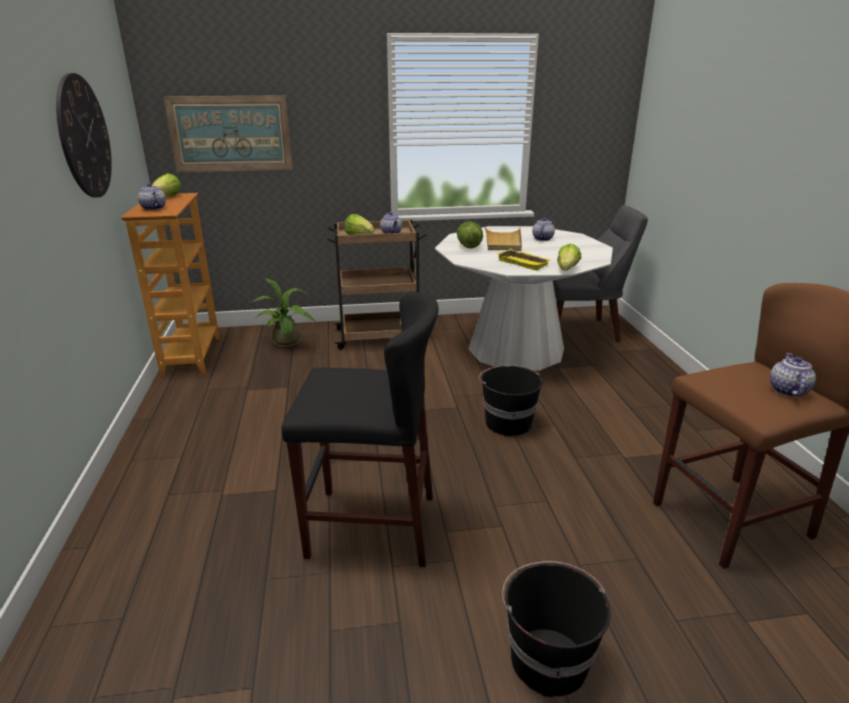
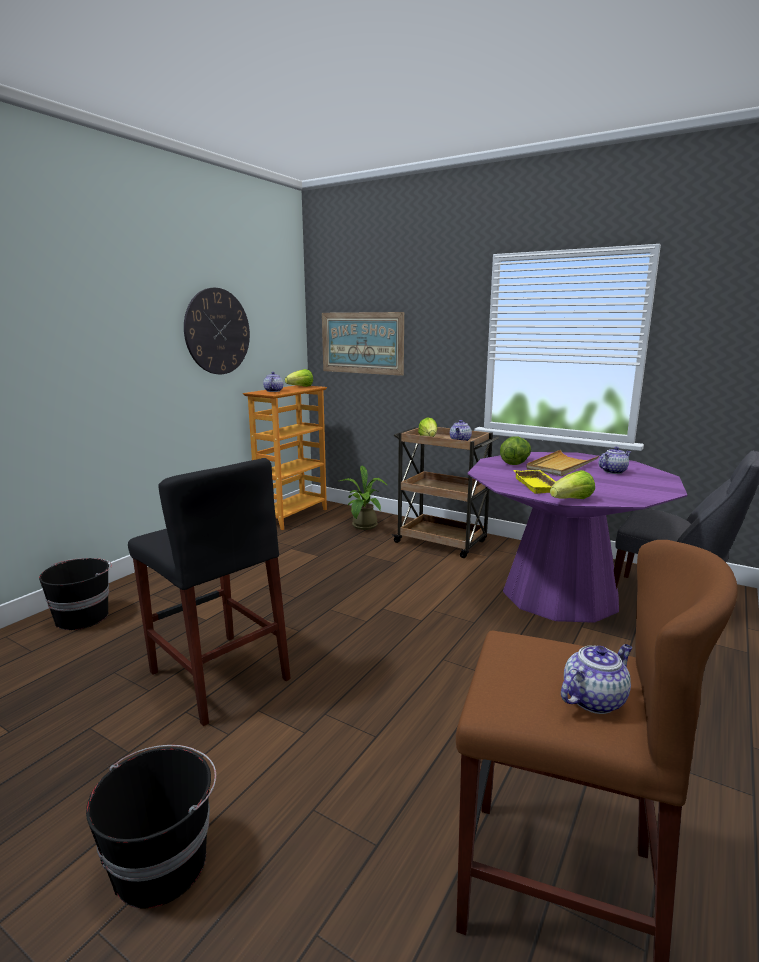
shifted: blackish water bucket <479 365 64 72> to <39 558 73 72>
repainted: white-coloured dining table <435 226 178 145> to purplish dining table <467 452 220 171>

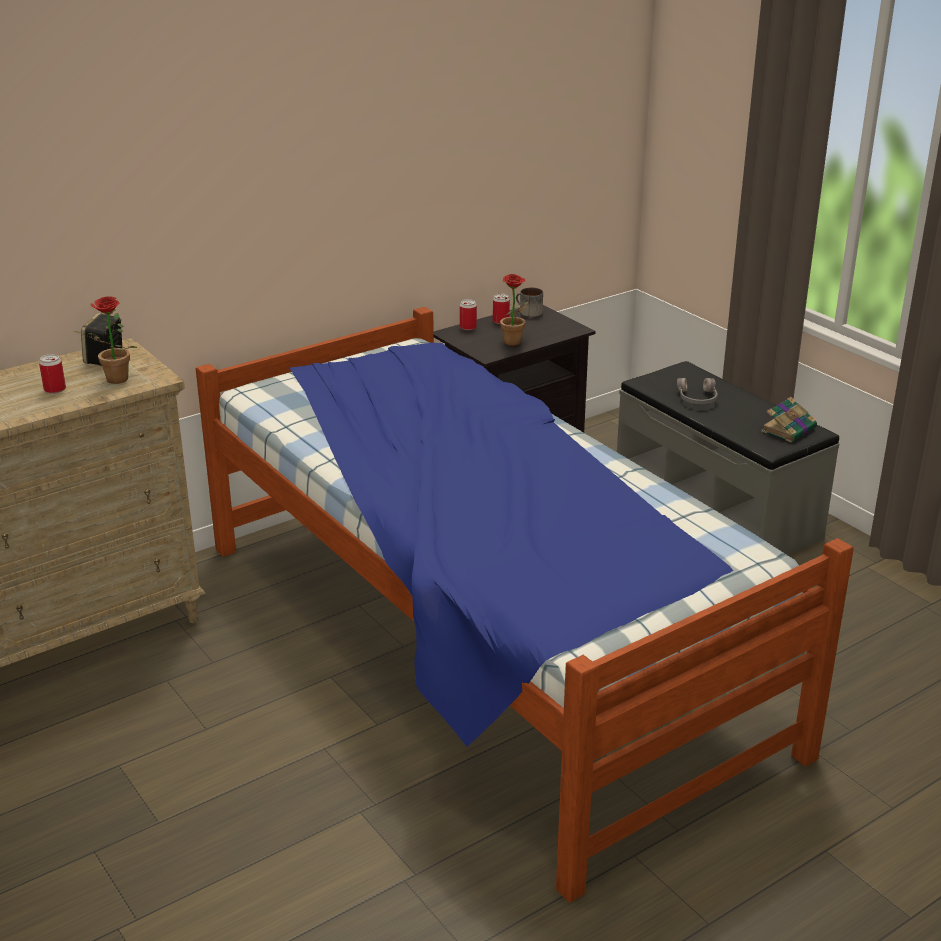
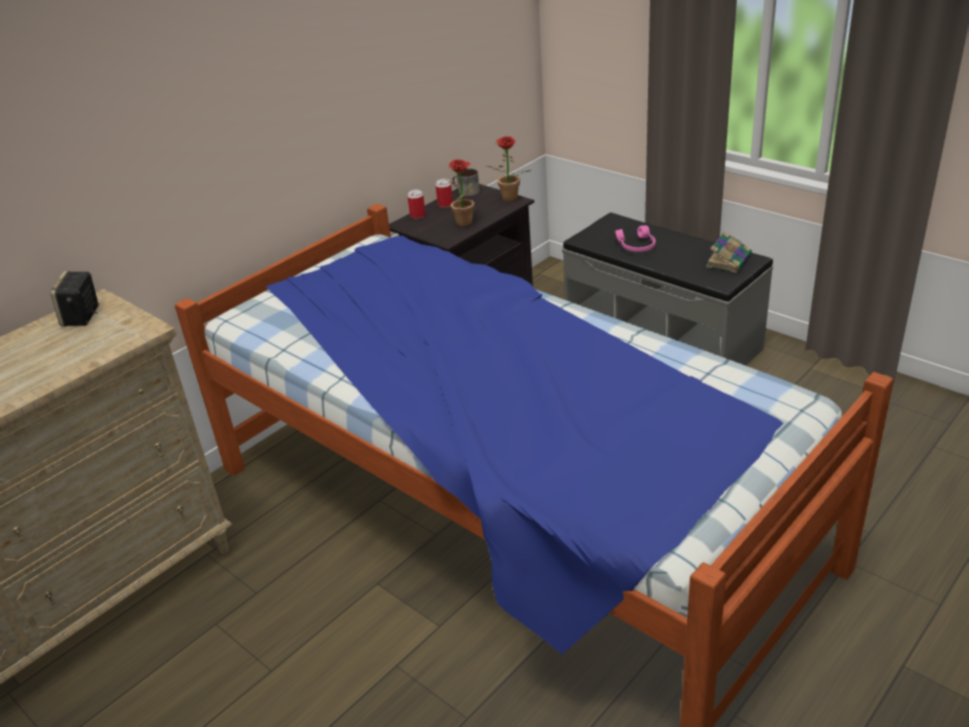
gone: can <39 354 27 40>
shifted: houseplant <74 296 63 88> to <487 136 44 66>
repainted: greyish headphones <677 378 41 26> to pink-coloured headphones <615 225 41 27>

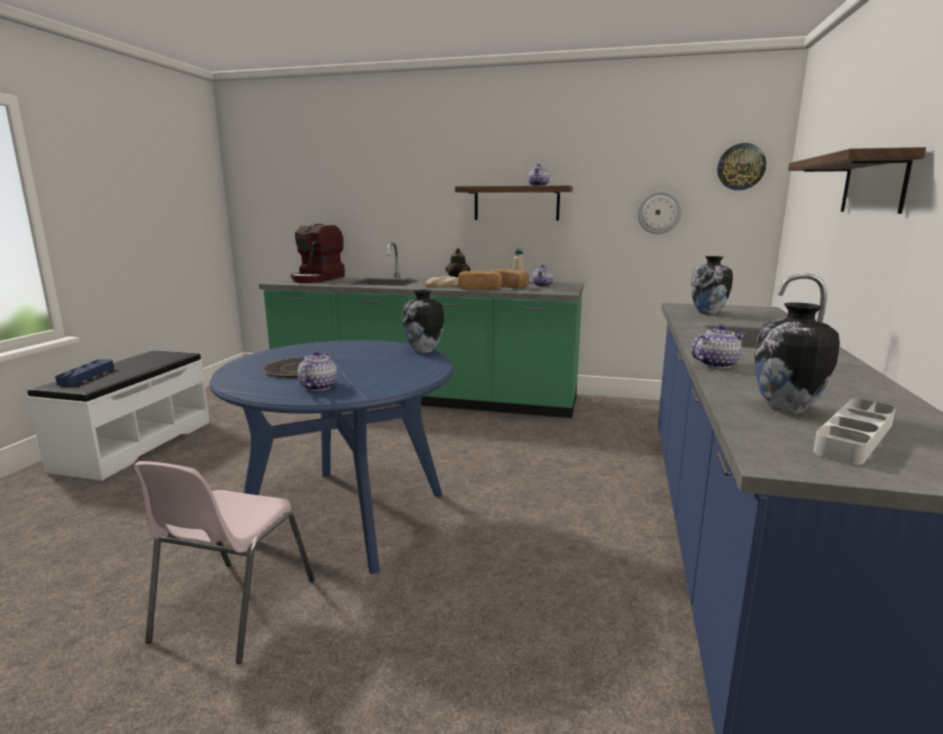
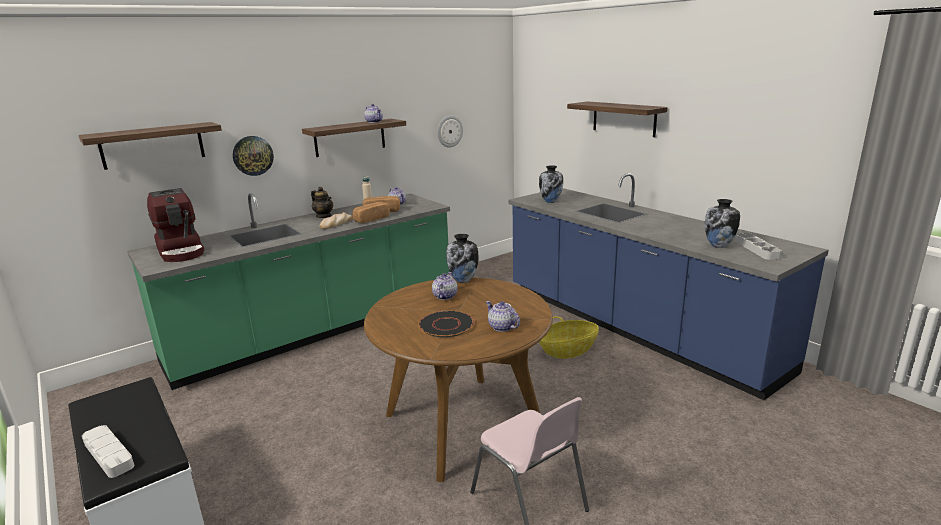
new: shelf <79 122 143 48>; basket <539 317 60 42>
shifted: pot for tea <691 324 55 44> to <432 272 26 28>; wall clock <717 143 49 47> to <233 136 41 40>
repainted: bluish serving tray <55 359 59 27> to greyish serving tray <82 425 52 53>; bluish dining table <209 340 245 234> to brown-coloured dining table <364 278 189 204>

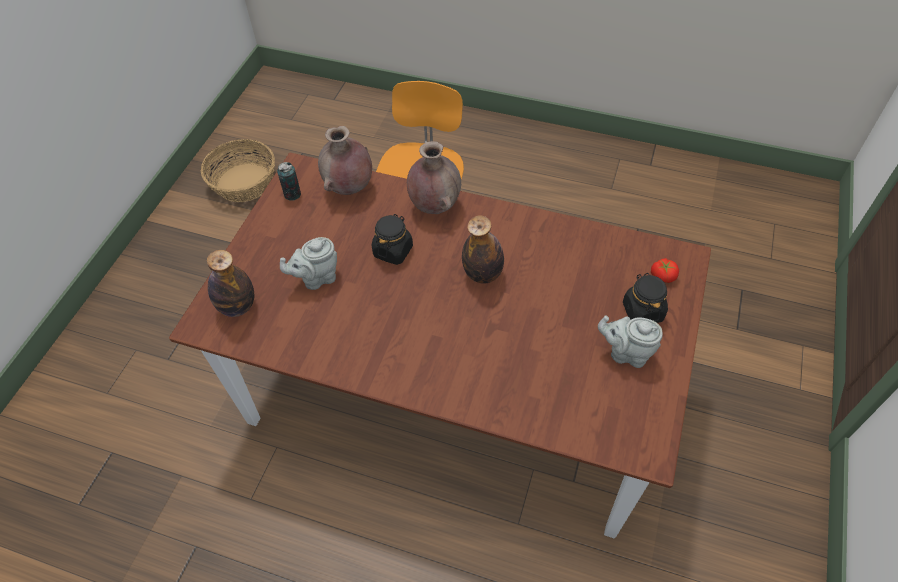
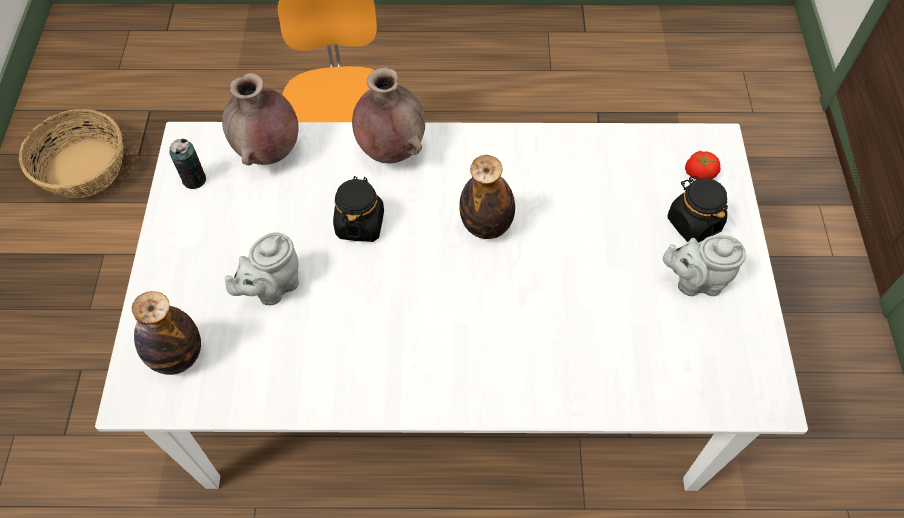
repainted: brown-coloured dining table <169 153 542 386> to white-coloured dining table <95 122 713 369>

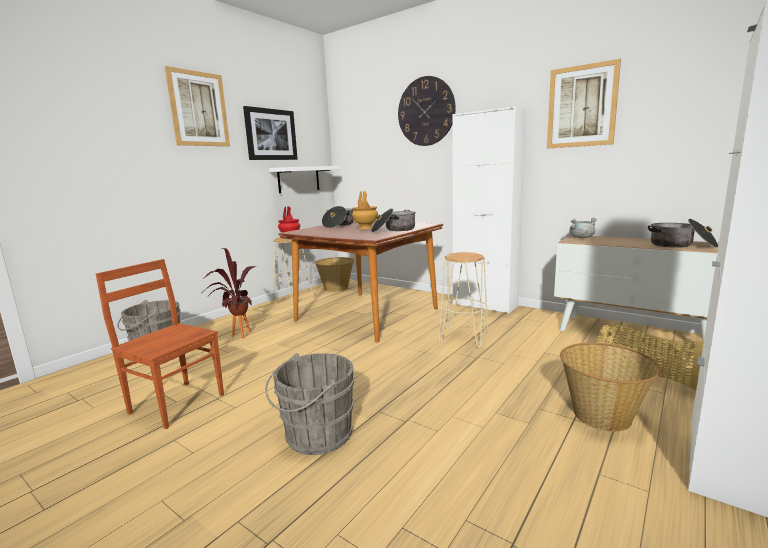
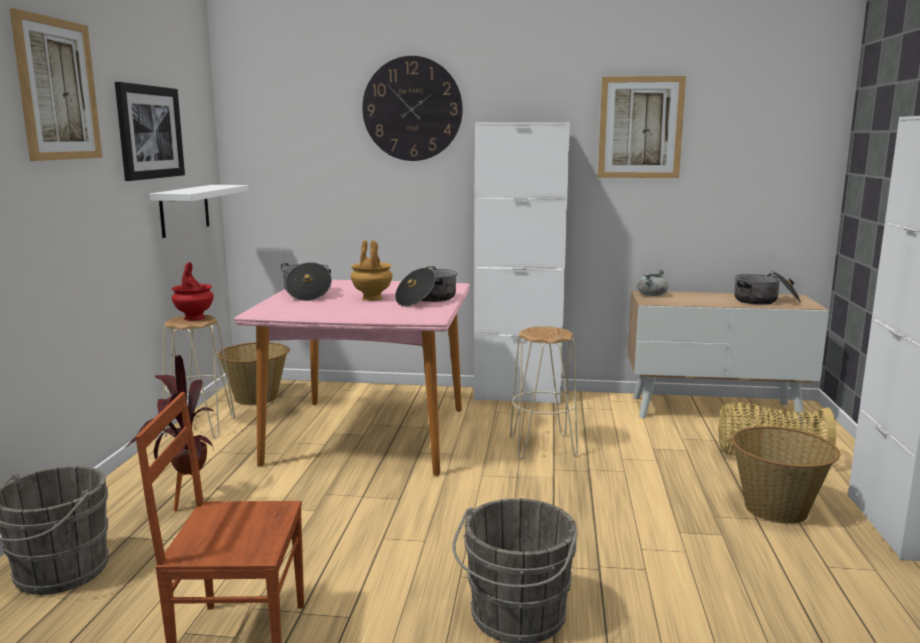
repainted: brown-coloured dining table <278 220 165 123> to pink-coloured dining table <234 280 236 196>

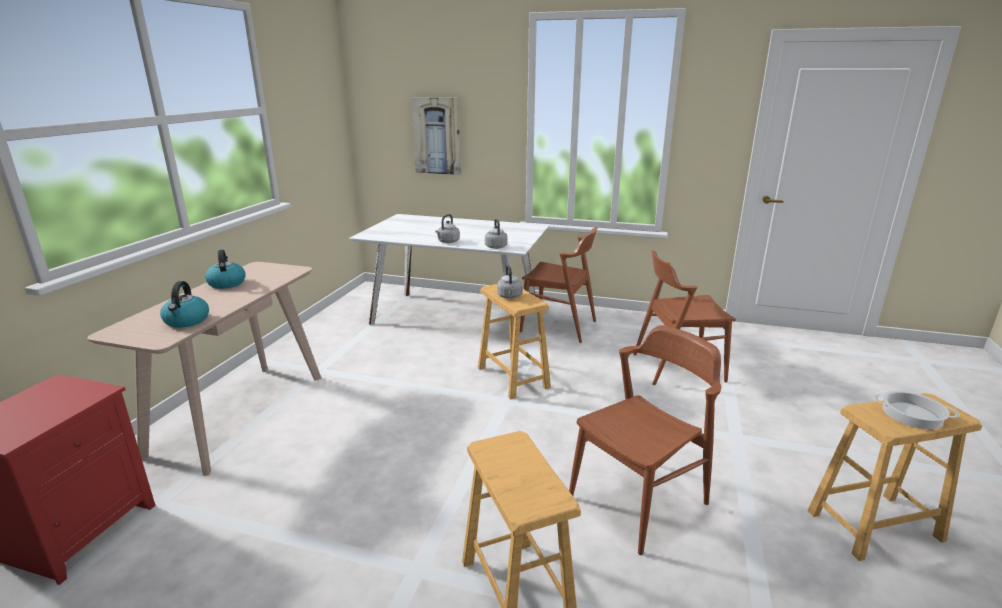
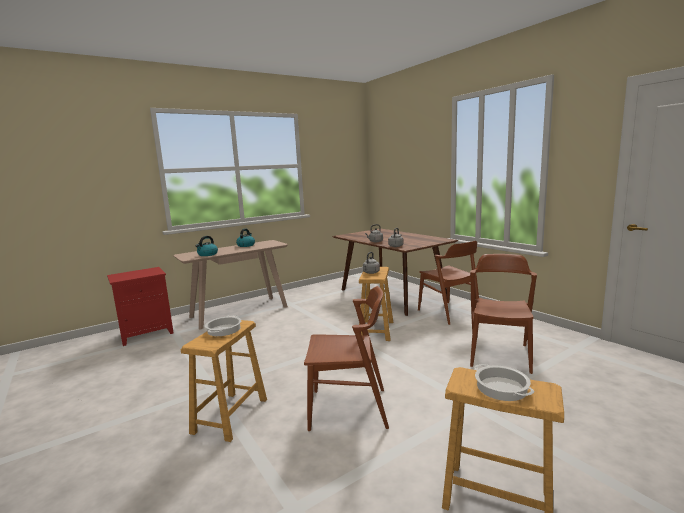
gone: wall picture <411 97 50 78>
new: cooking pot <205 315 36 21>
repainted: white-coloured dining table <349 214 200 111> to brown-coloured dining table <332 229 126 87>
rotated: brown-coloured plain chair <633 250 103 135> = <470 254 67 120> 75 degrees clockwise

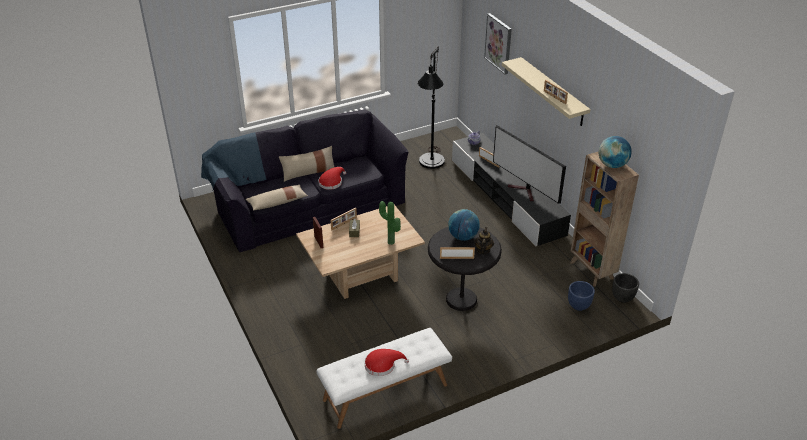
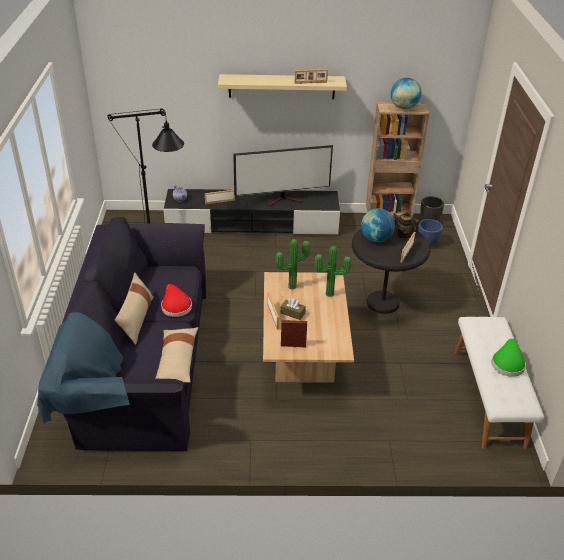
gone: wall picture <484 13 28 61>
new: houseplant <275 239 35 51>
repainted: red-coloured wearable hat <365 349 44 27> to green-coloured wearable hat <491 339 35 38>

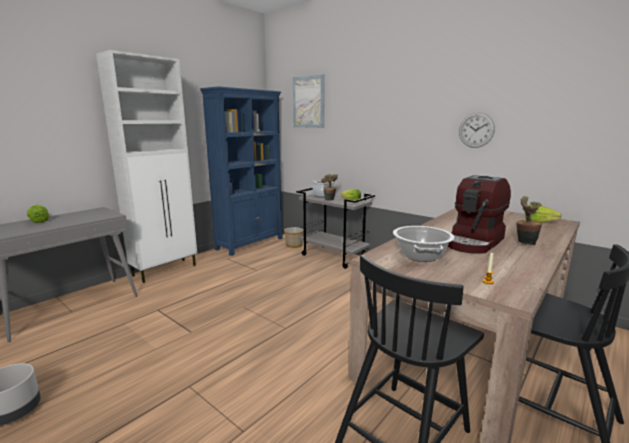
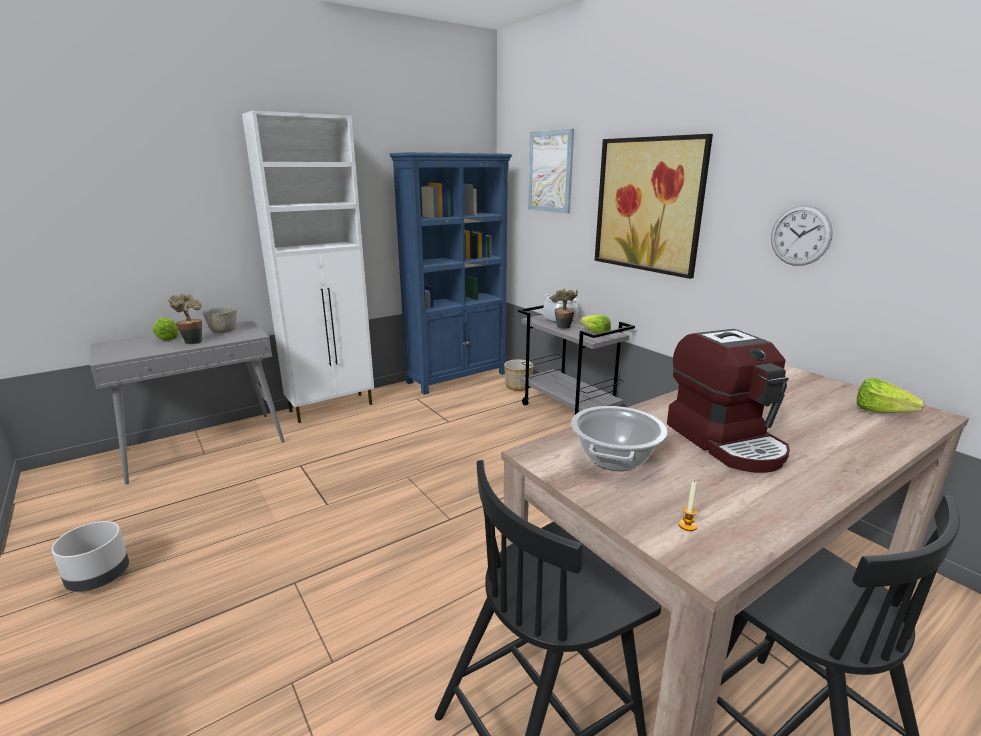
new: greyish bowl <202 307 35 26>; wall picture <595 134 118 145>
shifted: houseplant <516 196 26 49> to <168 294 34 50>
rotated: coffee machine <448 175 63 79> = <667 329 123 144> 75 degrees counterclockwise

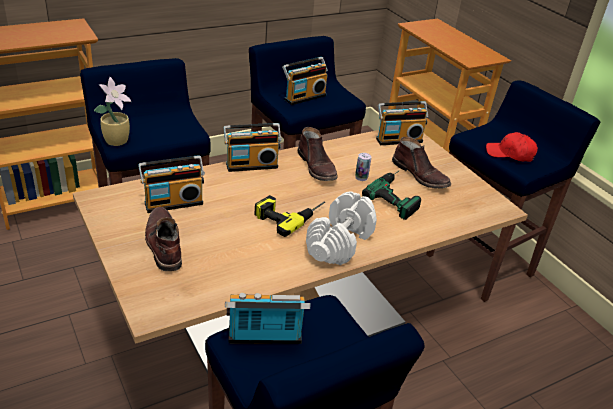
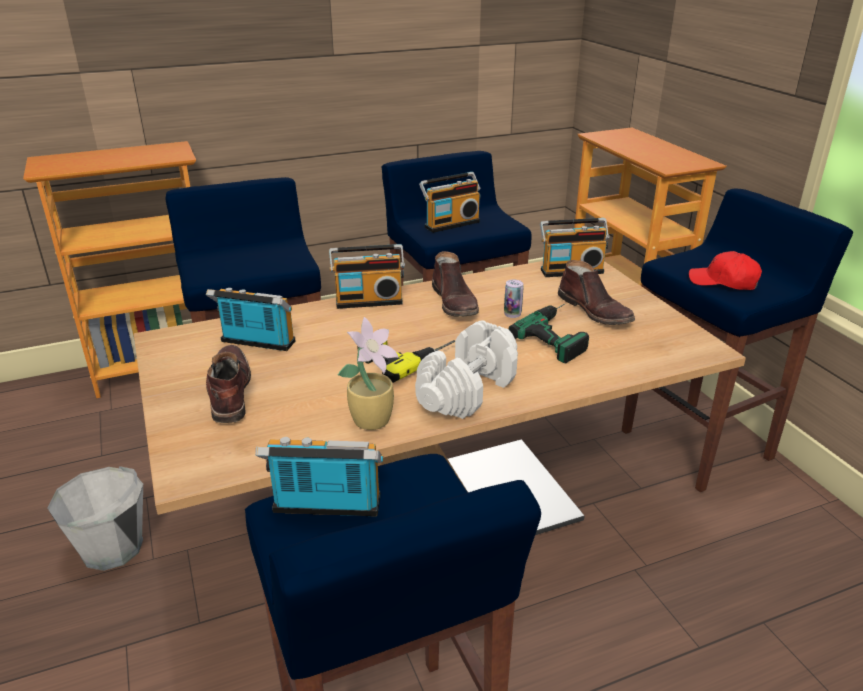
new: greyish water bucket <47 466 96 105>
shifted: houseplant <94 77 37 69> to <338 317 61 113>
rotated: radio set <138 155 67 58> = <206 288 90 63> 150 degrees counterclockwise

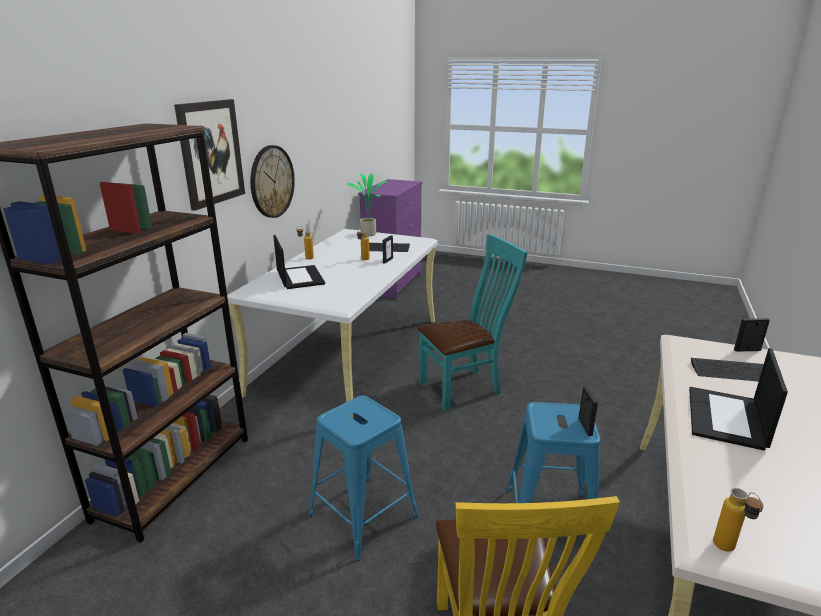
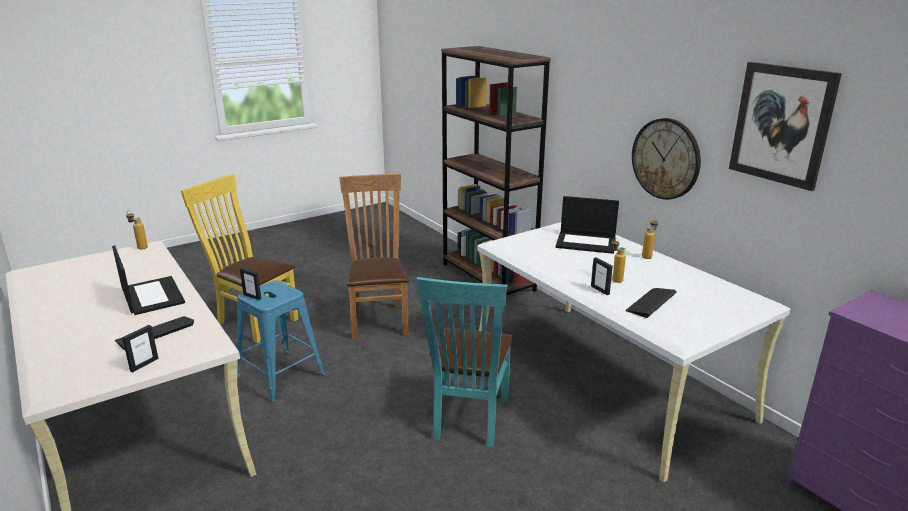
gone: houseplant <347 173 39 63>
shifted: wall picture <174 99 71 112> to <729 62 113 129>
swapped: bluish stool <308 396 111 165> to brown-coloured plain chair <339 174 70 165>

